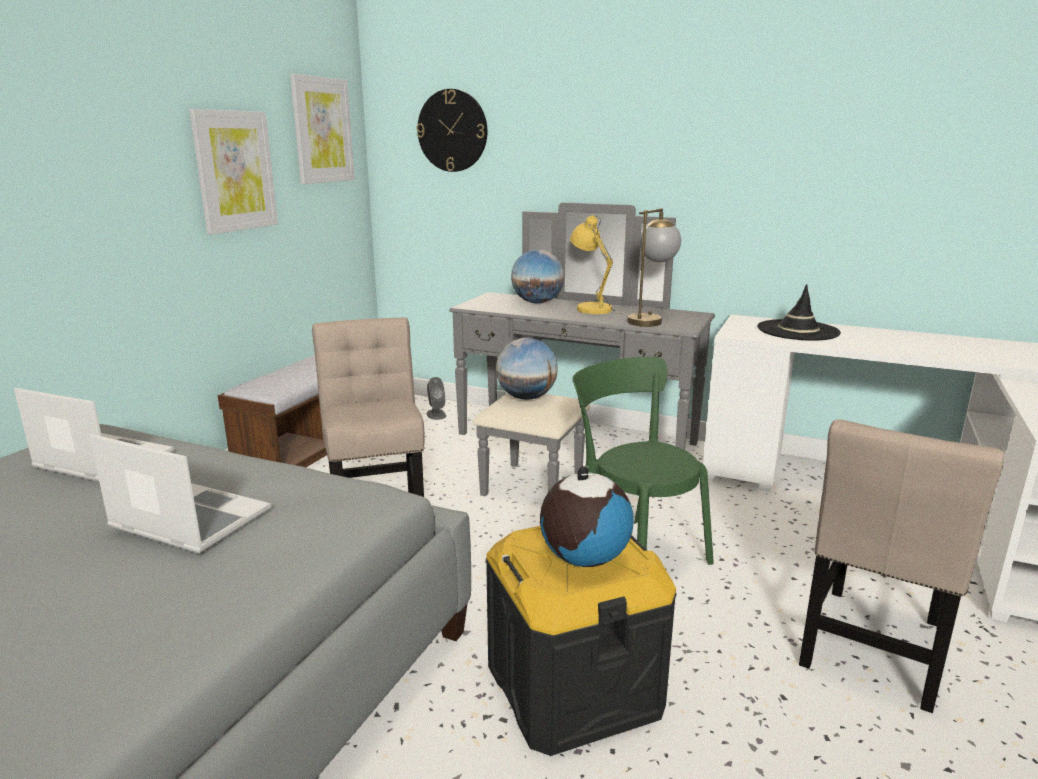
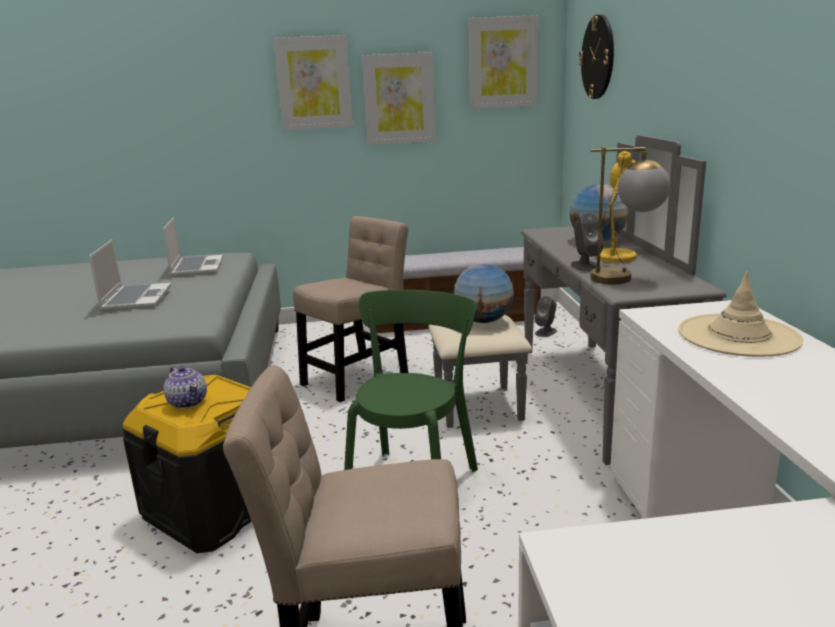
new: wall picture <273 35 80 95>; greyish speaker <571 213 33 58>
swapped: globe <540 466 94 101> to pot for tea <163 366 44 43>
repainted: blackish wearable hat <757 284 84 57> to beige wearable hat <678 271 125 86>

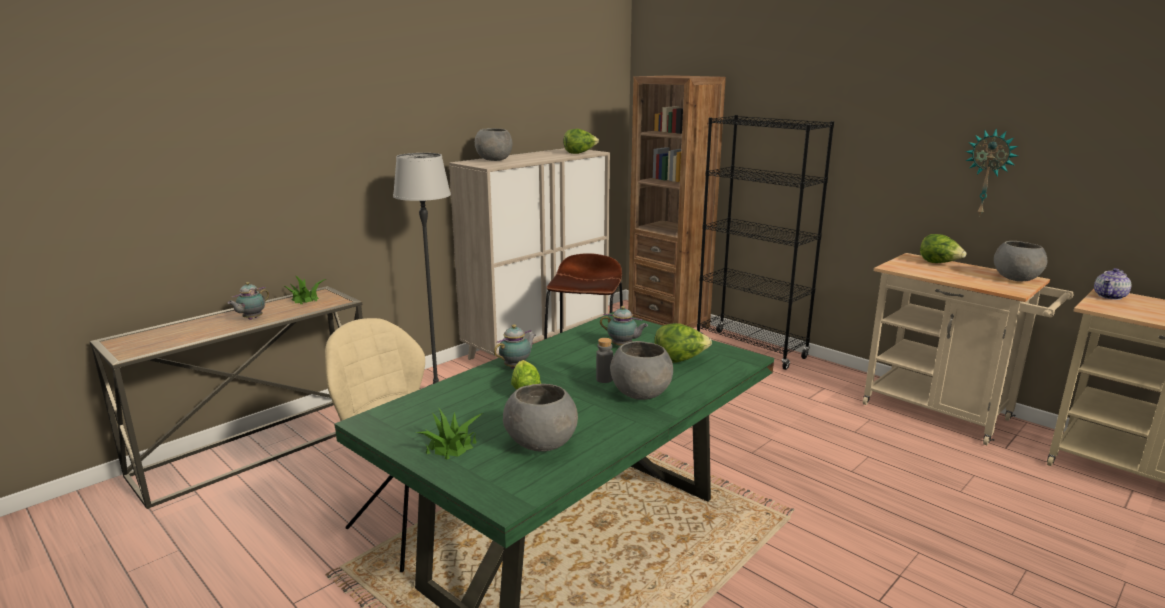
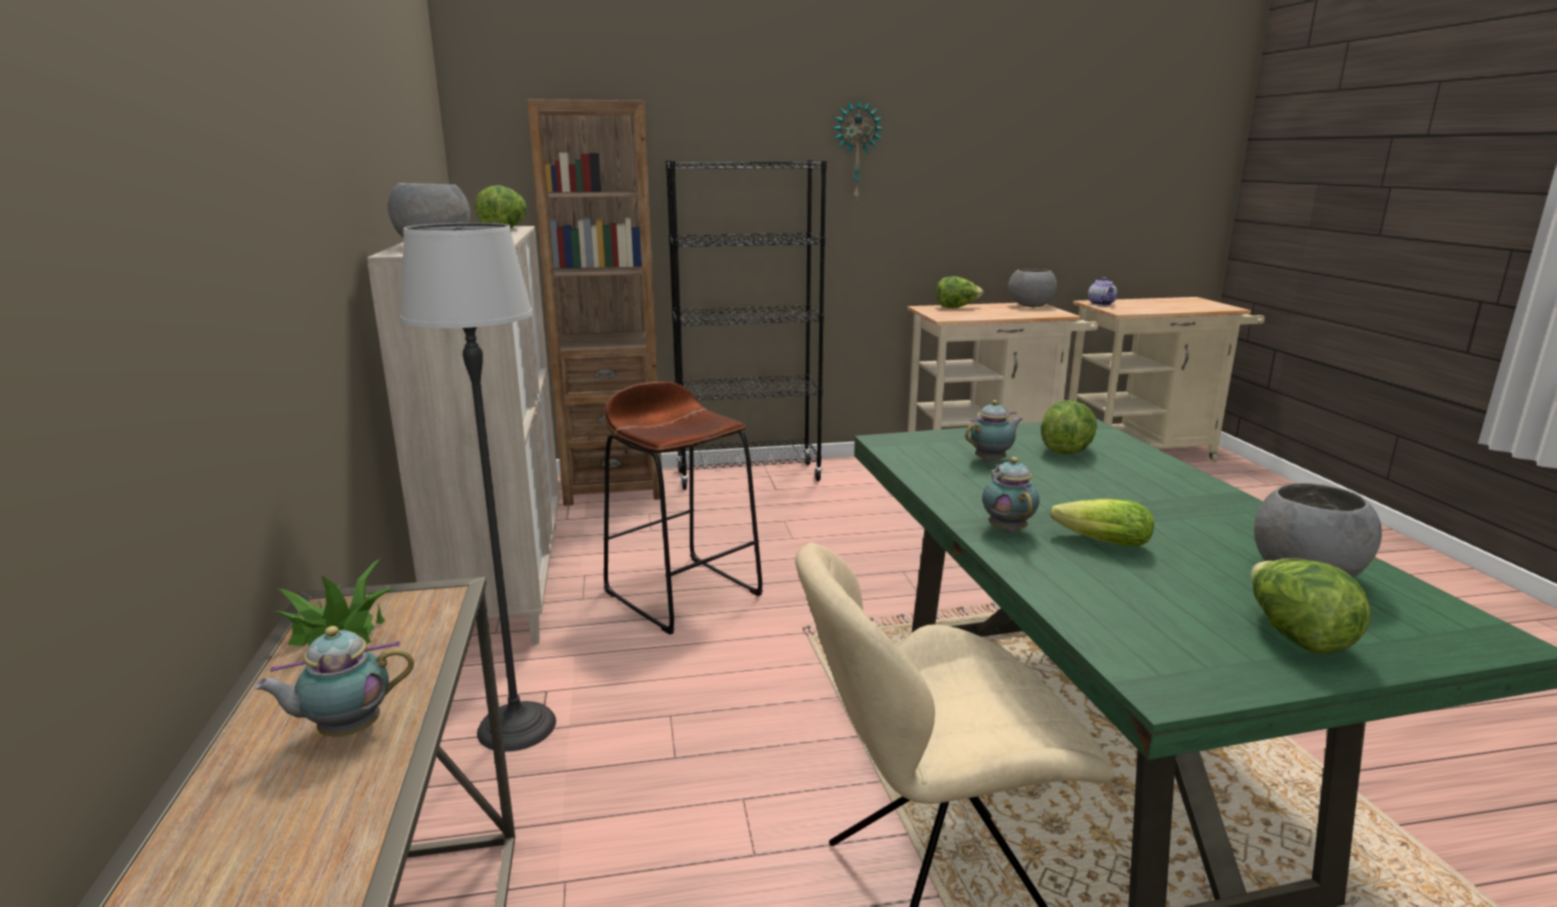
gone: greyish beverage bottle <596 338 17 45>; greyish bowl <610 341 63 59>
shifted: wall clock <965 129 53 88> to <833 99 51 101>
swapped: houseplant <416 407 67 53> to head of lettuce <1251 558 119 96>
rotated: pot for tea <227 282 43 38> = <254 626 160 111> 90 degrees clockwise

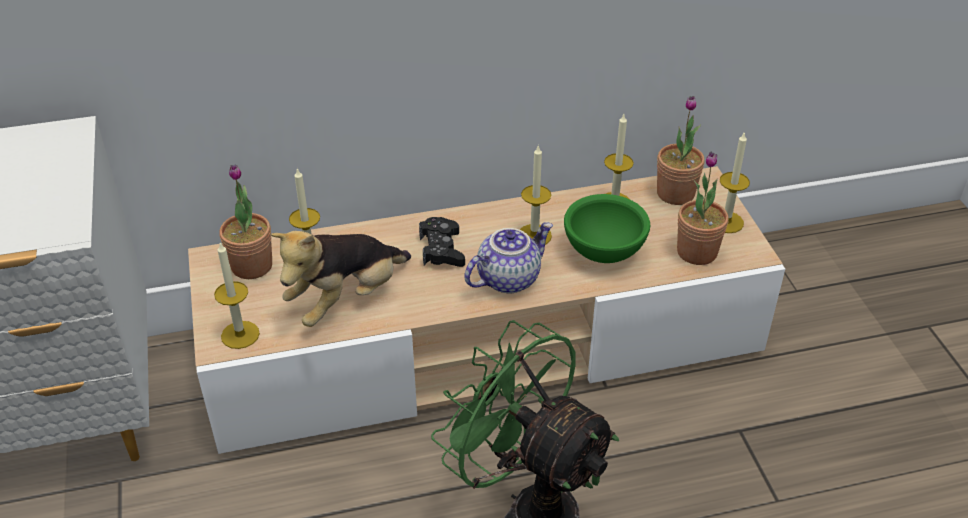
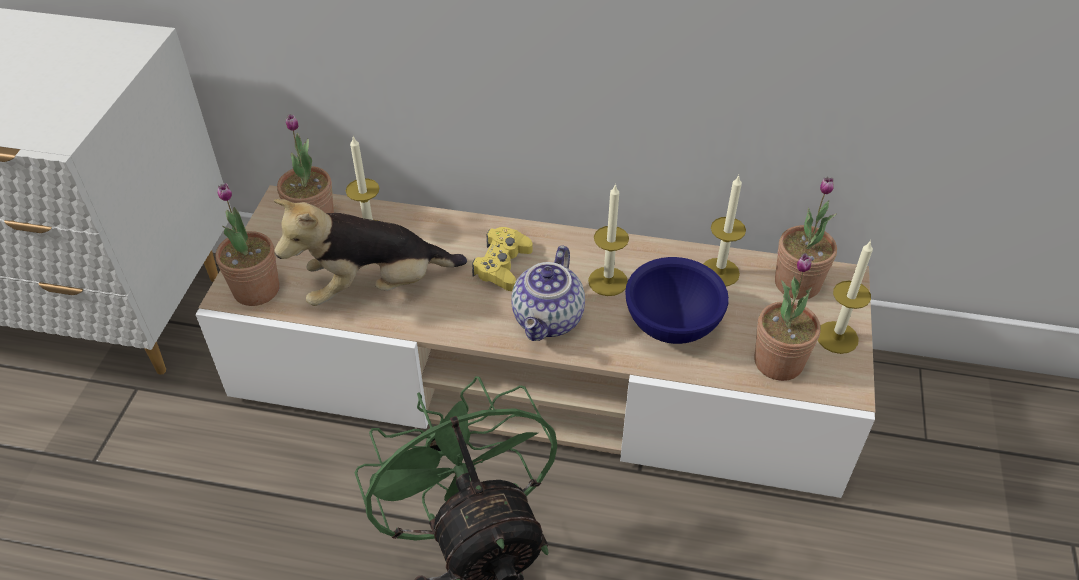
swapped: wax light <214 242 46 107> to houseplant <215 183 64 123>
repainted: blackish joypad <419 217 46 50> to yellow-coloured joypad <472 227 61 64>; green-coloured bowl <564 194 87 69> to bluish bowl <625 257 104 87>
rotated: pot for tea <464 222 89 71> = <512 245 73 96> 120 degrees clockwise

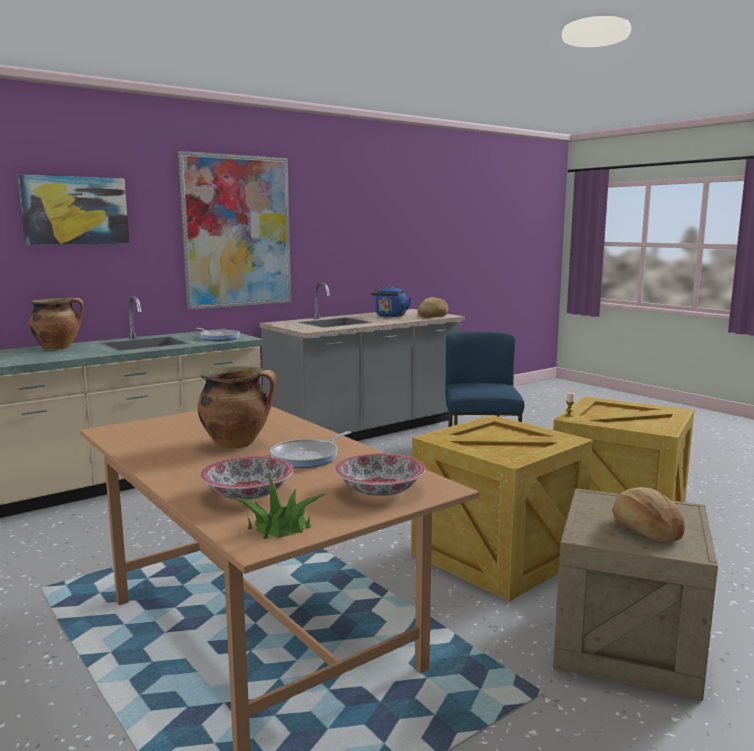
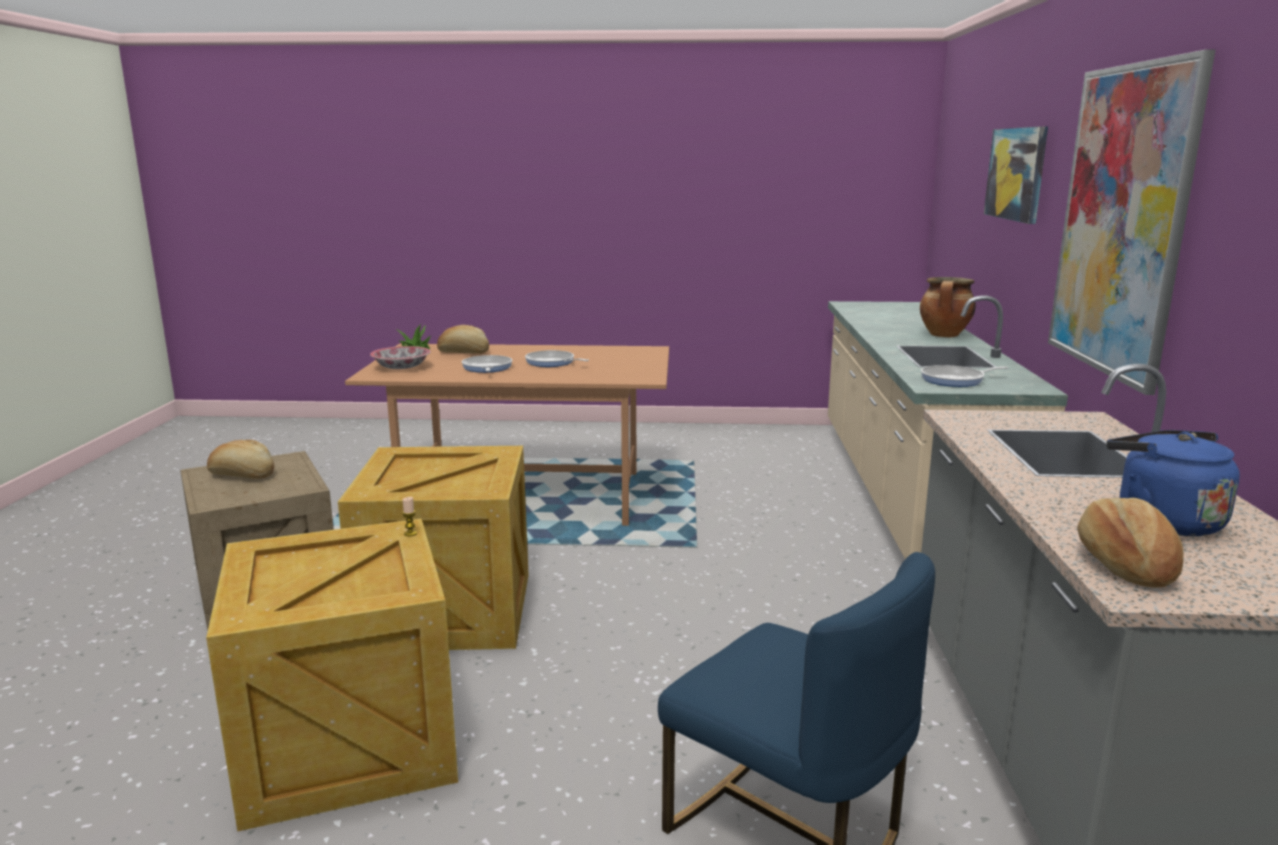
swapped: cooking pot <197 366 80 83> to frying pan <525 350 64 17>; bowl <200 456 93 44> to bread <437 325 52 29>

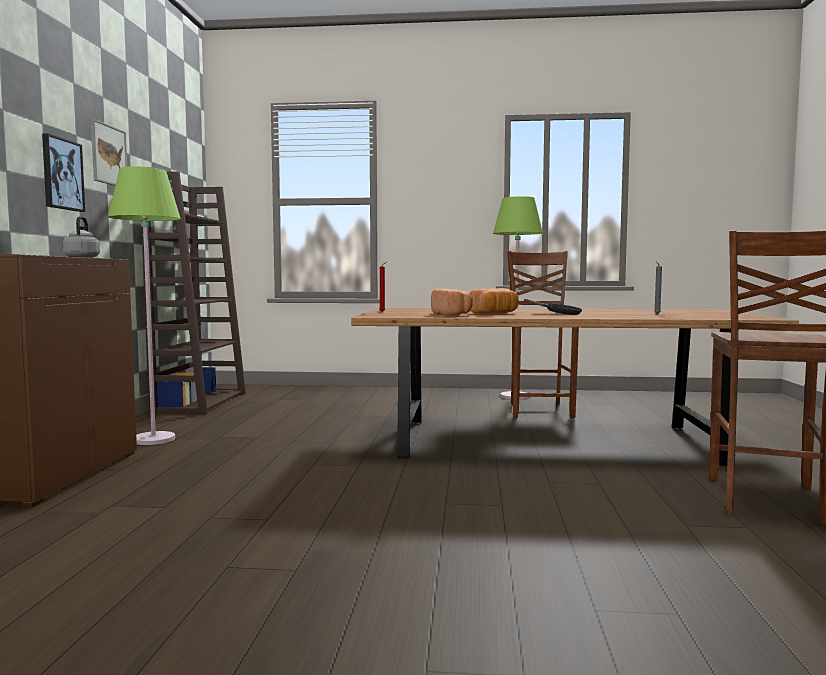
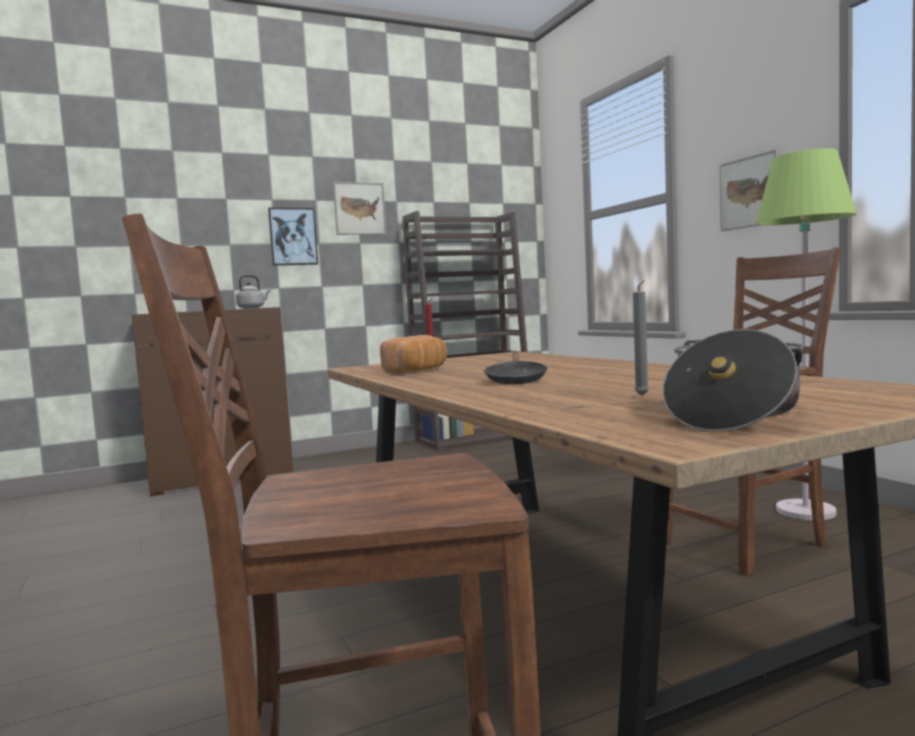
gone: green-coloured floor lamp <108 166 73 279>; bread <470 288 49 26>
new: cooking pot <662 329 142 103>; wall picture <720 149 58 82>

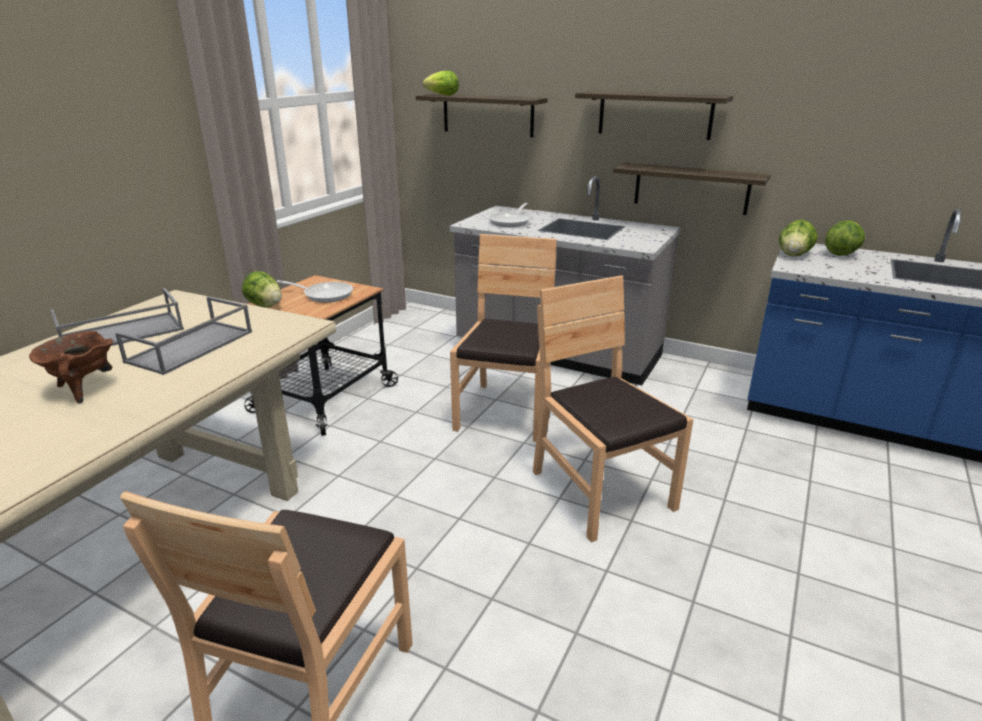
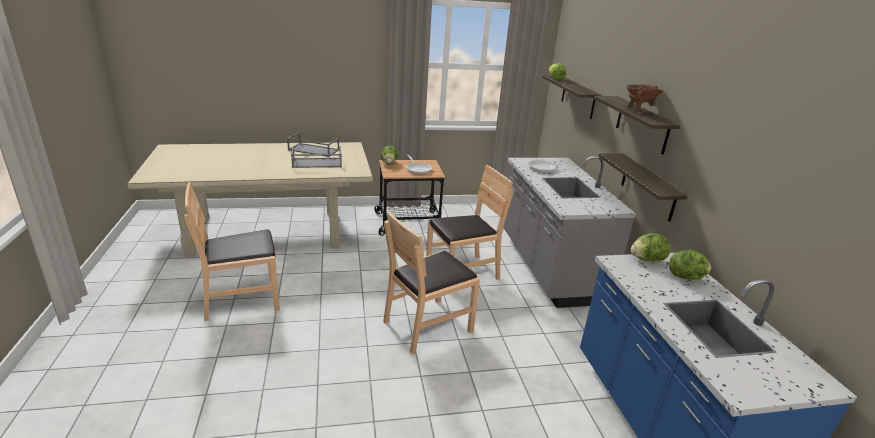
shifted: brown-coloured cooking pot <29 331 84 73> to <626 84 37 30>
rotated: brown-coloured plain chair <533 275 160 267> = <383 211 97 143> 150 degrees counterclockwise

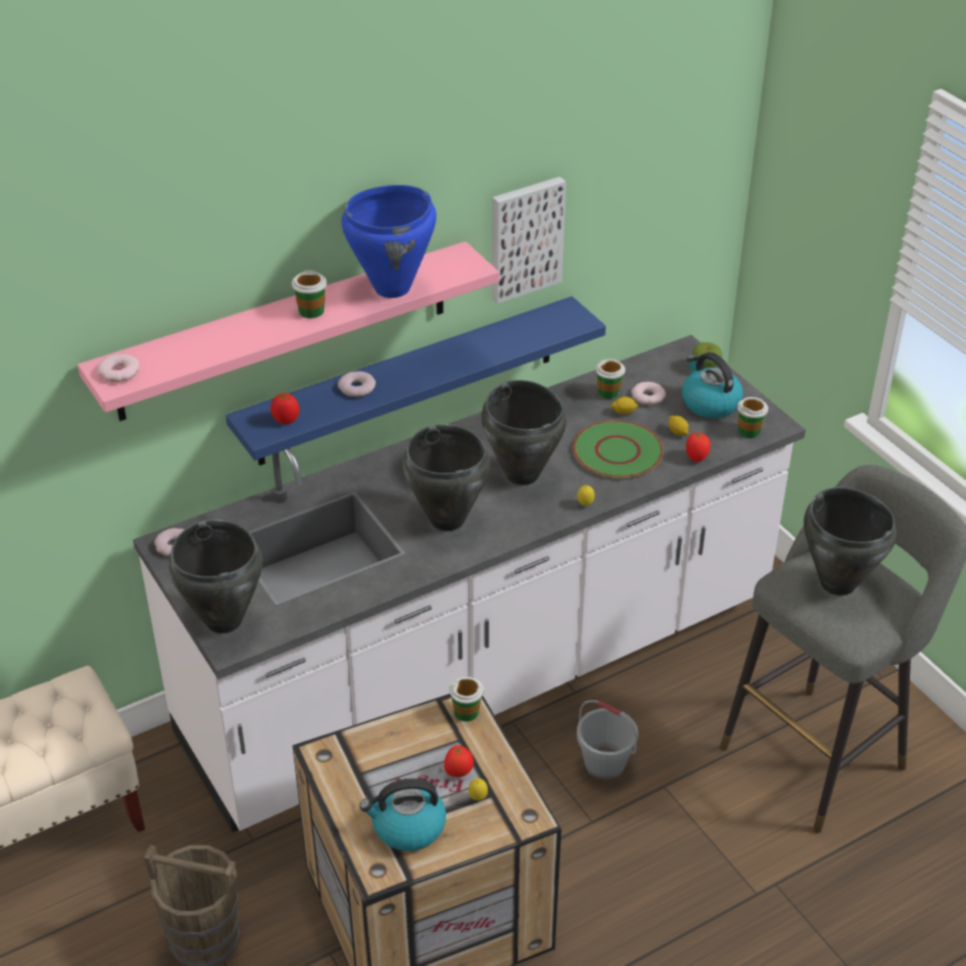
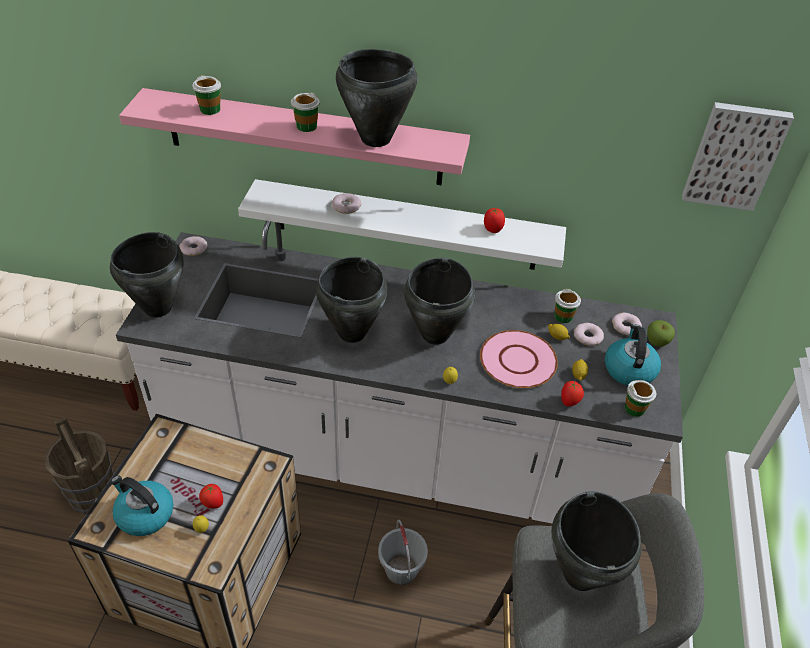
shifted: donut <97 354 43 28> to <612 313 30 22>; whole tomato <270 393 29 31> to <484 208 21 25>; small cup <450 677 34 45> to <192 75 29 40>; wall picture <492 177 74 127> to <682 102 112 109>
repainted: bluish shelf <226 296 380 170> to white-coloured shelf <238 179 328 91>; bluish cooking pot <341 185 95 113> to blackish cooking pot <336 49 82 98>; green-coloured flat dish <573 420 90 58> to pink-coloured flat dish <480 330 78 58>

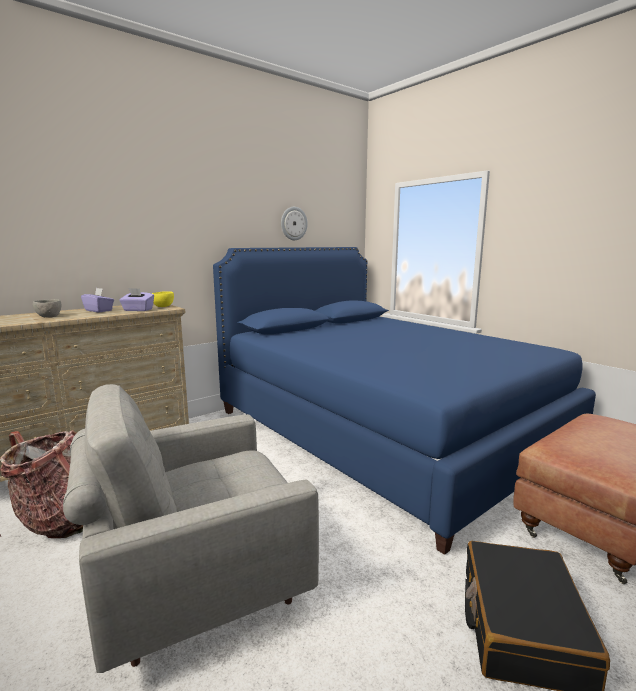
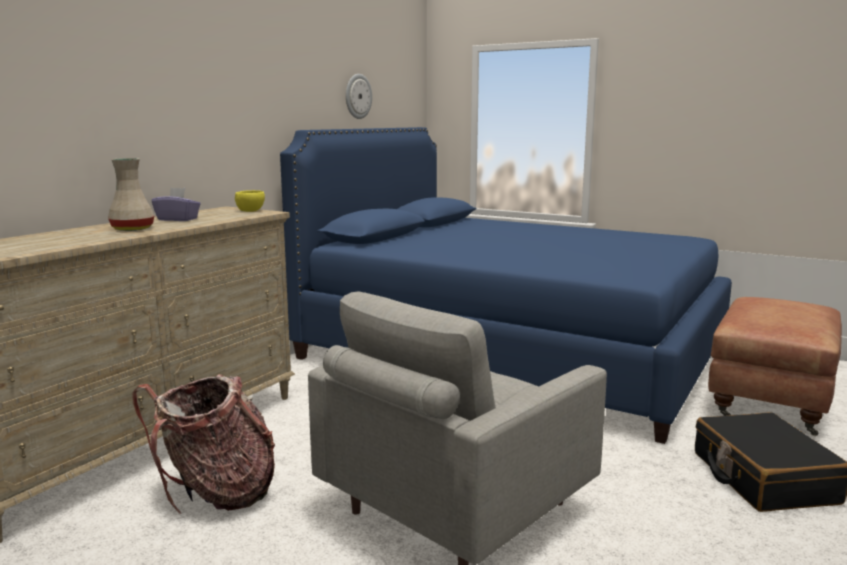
gone: purplish box of tissues <119 288 35 23>
swapped: greyish bowl <33 299 28 19> to beige vase <108 158 46 73>

